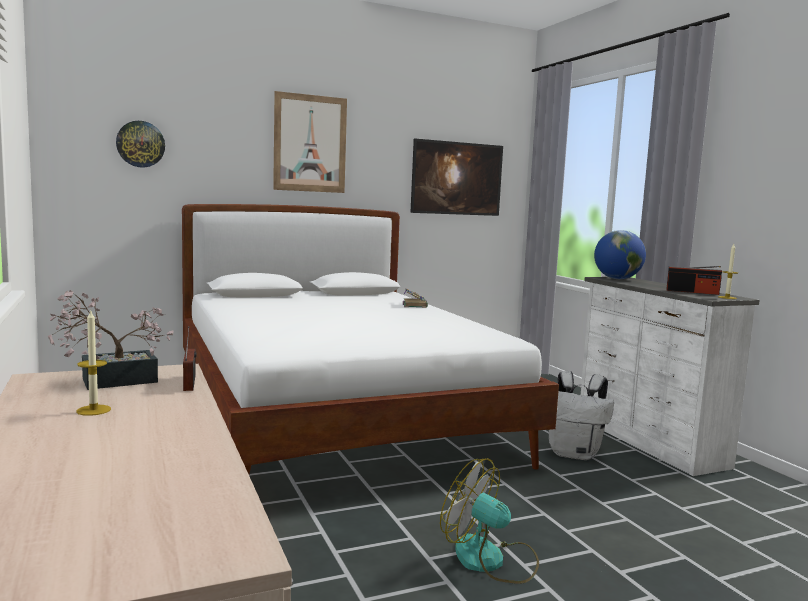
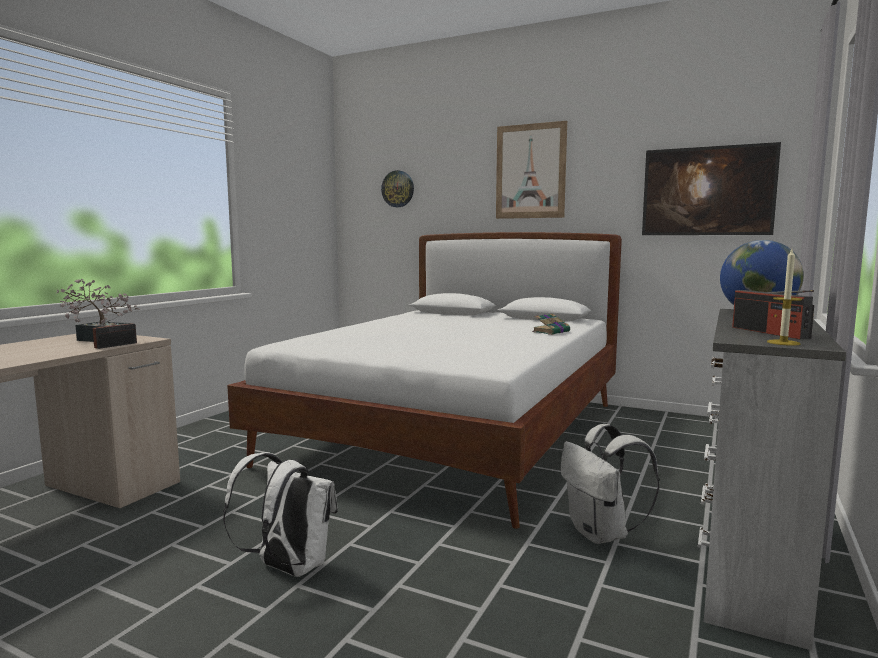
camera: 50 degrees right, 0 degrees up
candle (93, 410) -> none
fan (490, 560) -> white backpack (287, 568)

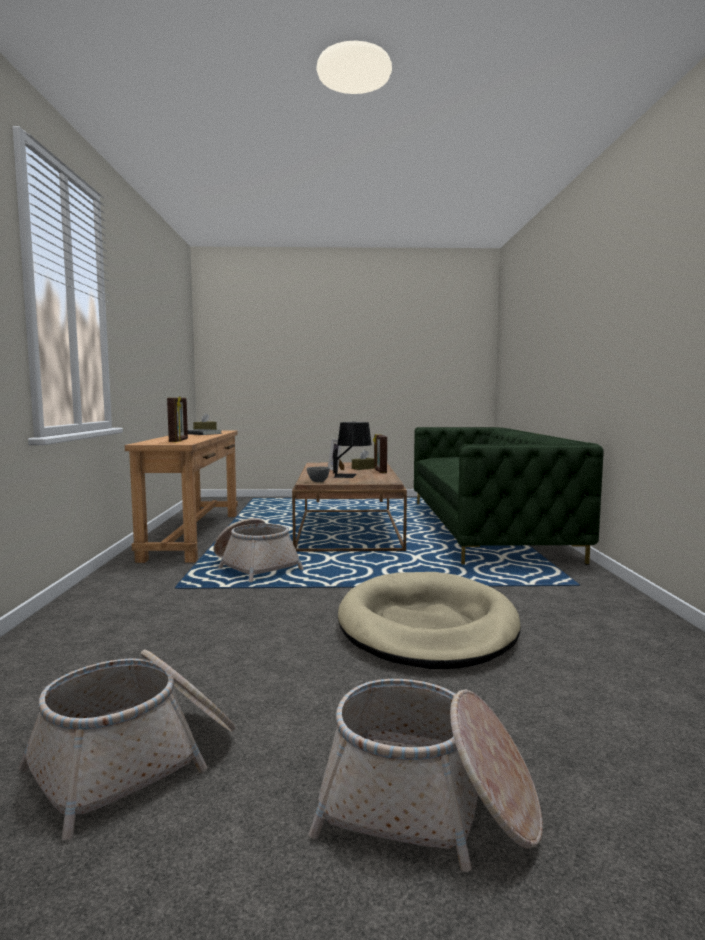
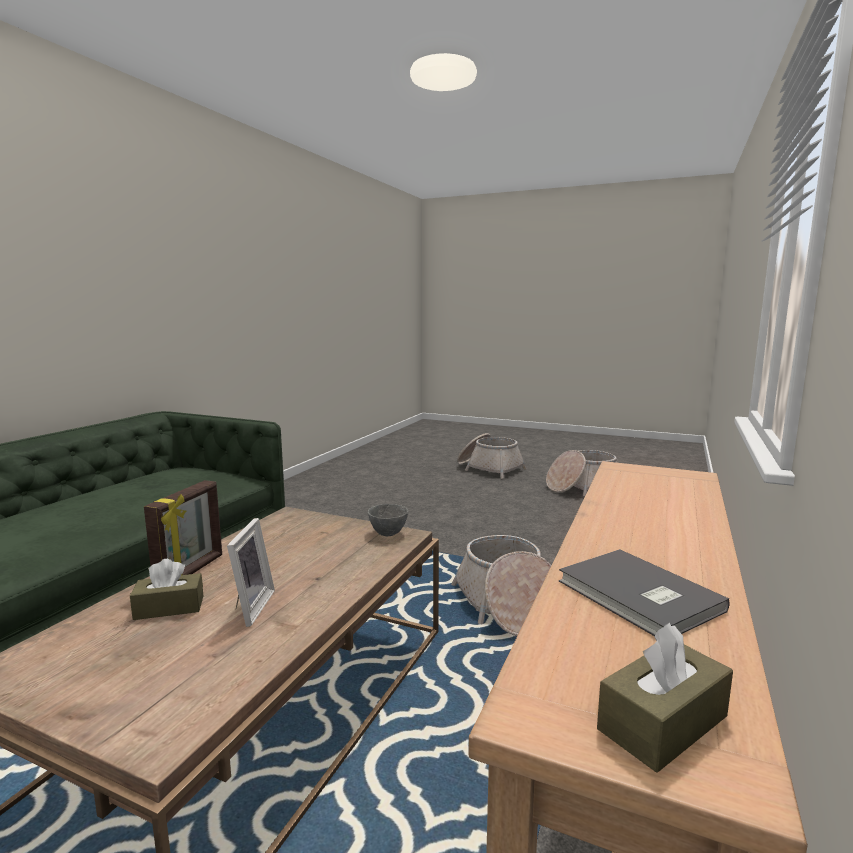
camera: 155 degrees left, 5 degrees up
picture frame (179, 441) -> none
black table lamp (352, 475) -> none
beige dog bed (427, 627) -> none

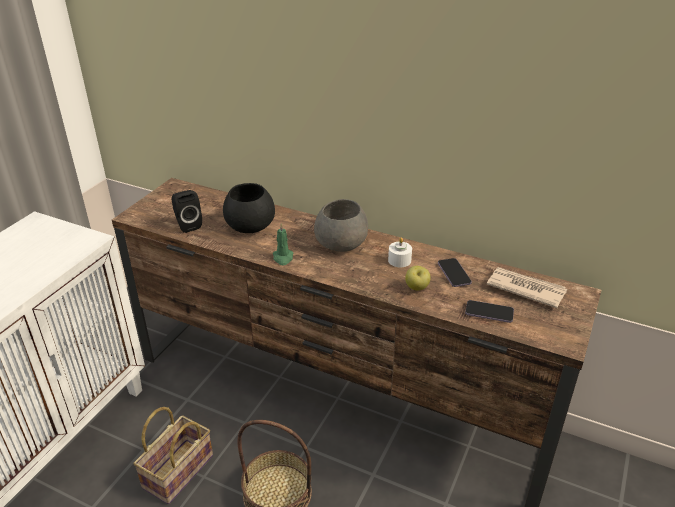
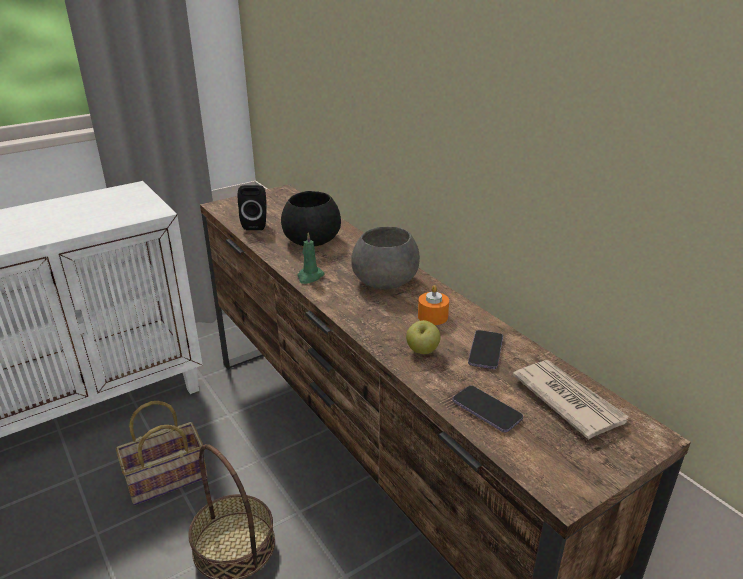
camera: 30 degrees right, 5 degrees down
white candle (399, 260) -> orange candle (432, 316)

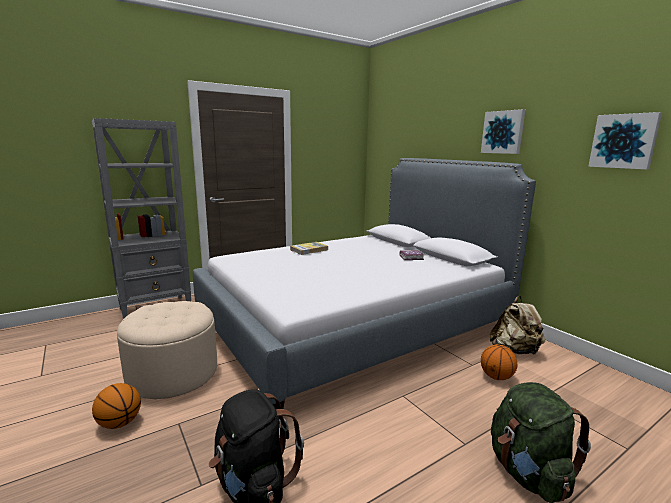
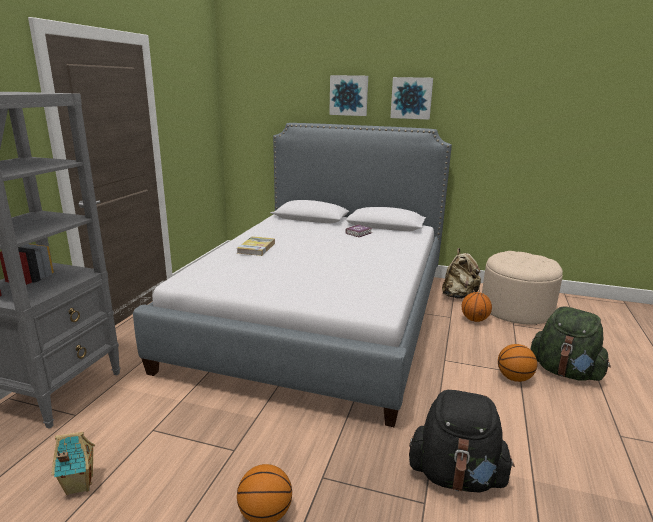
camera: 40 degrees left, 5 degrees up
none -> toy house (78, 485)
none -> basketball (514, 378)
beige ottoman (173, 374) -> beige ottoman (516, 309), move
picture (624, 141) -> picture (349, 95), move

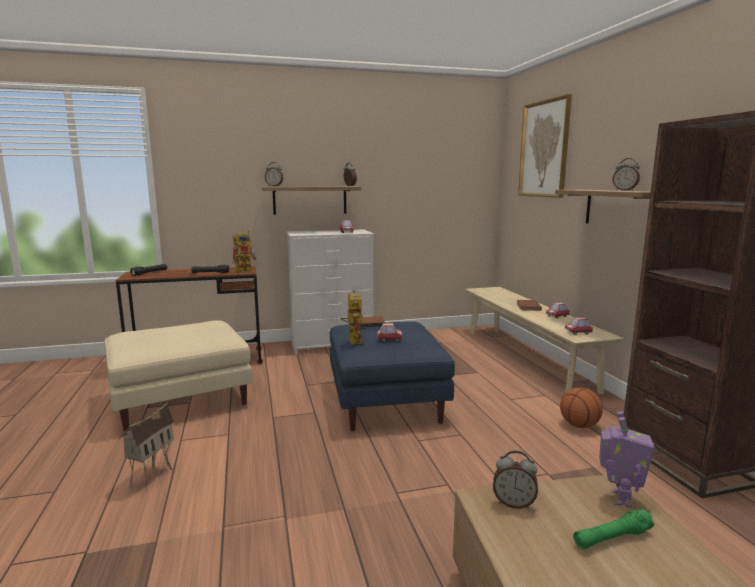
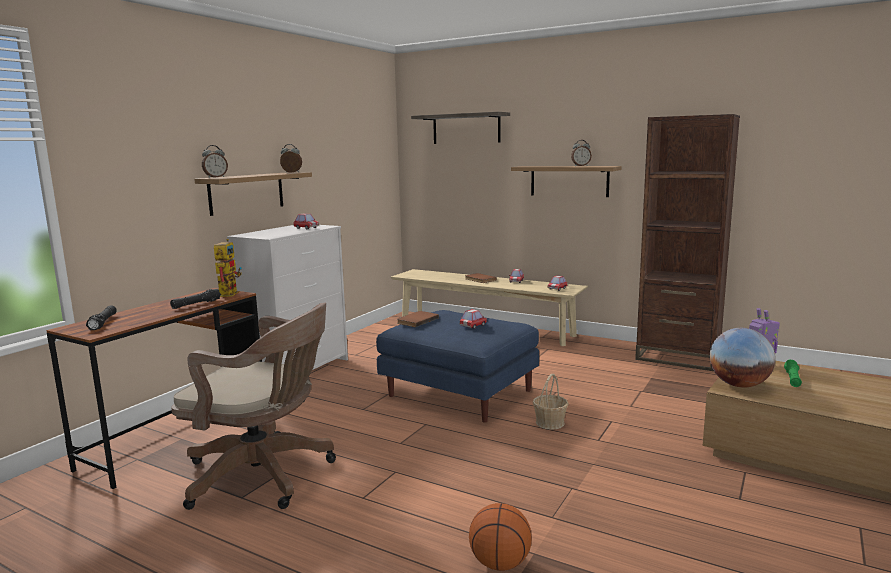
camera: 45 degrees left, 0 degrees up
toy house (151, 476) -> none
toy robot (353, 340) -> none
none -> basket (550, 423)
basketball (579, 425) -> basketball (500, 563), move
beige ottoman (179, 401) -> brown office chair (265, 475)
alarm clock (513, 503) -> globe (739, 385)
picture (544, 149) -> shelf (466, 128)

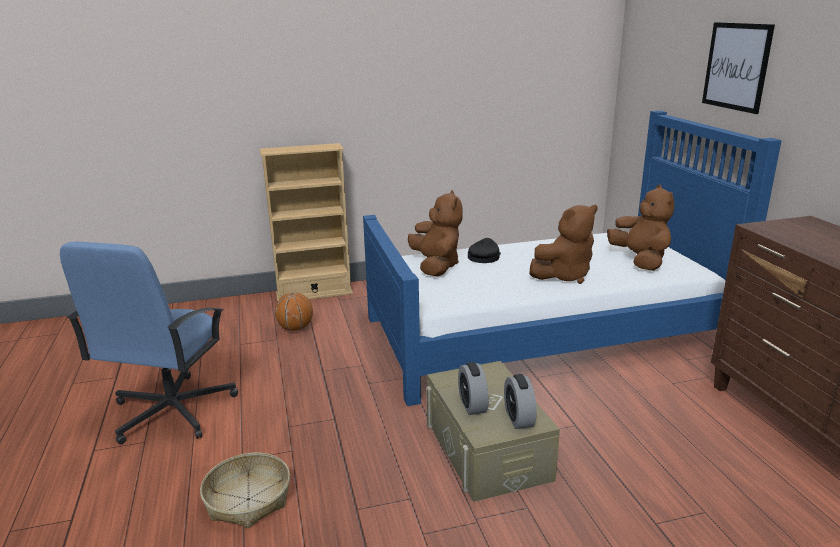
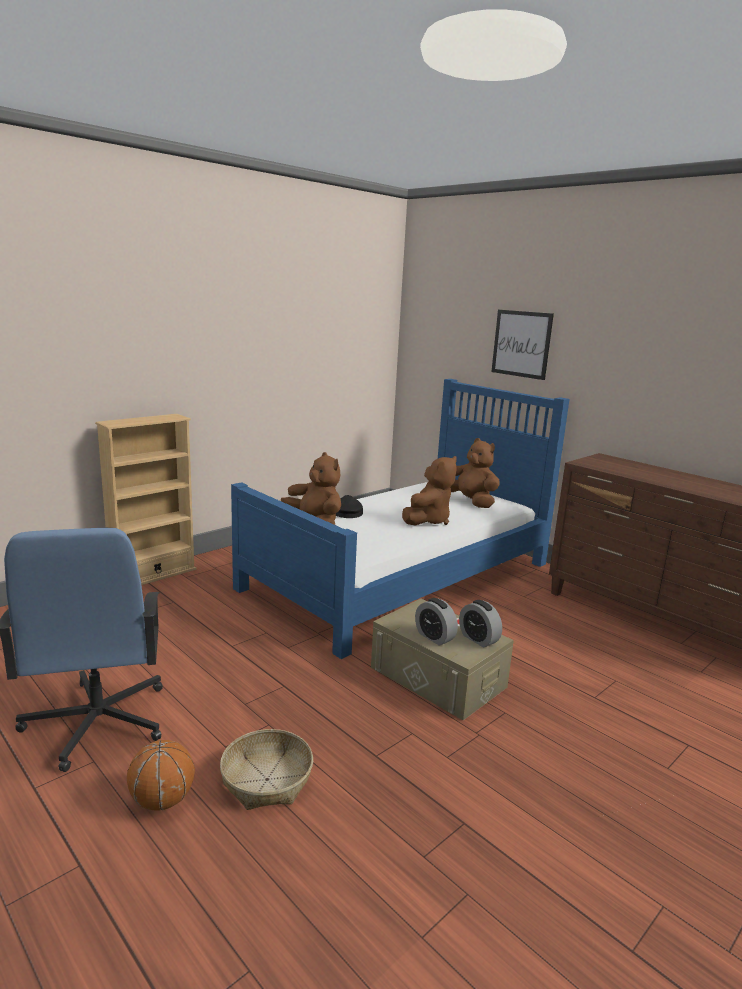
camera: 30 degrees left, 5 degrees down
basketball (295, 328) -> basketball (162, 800), move

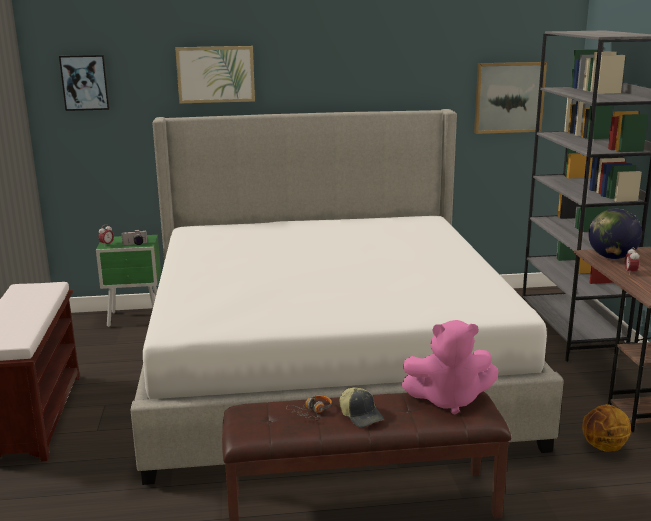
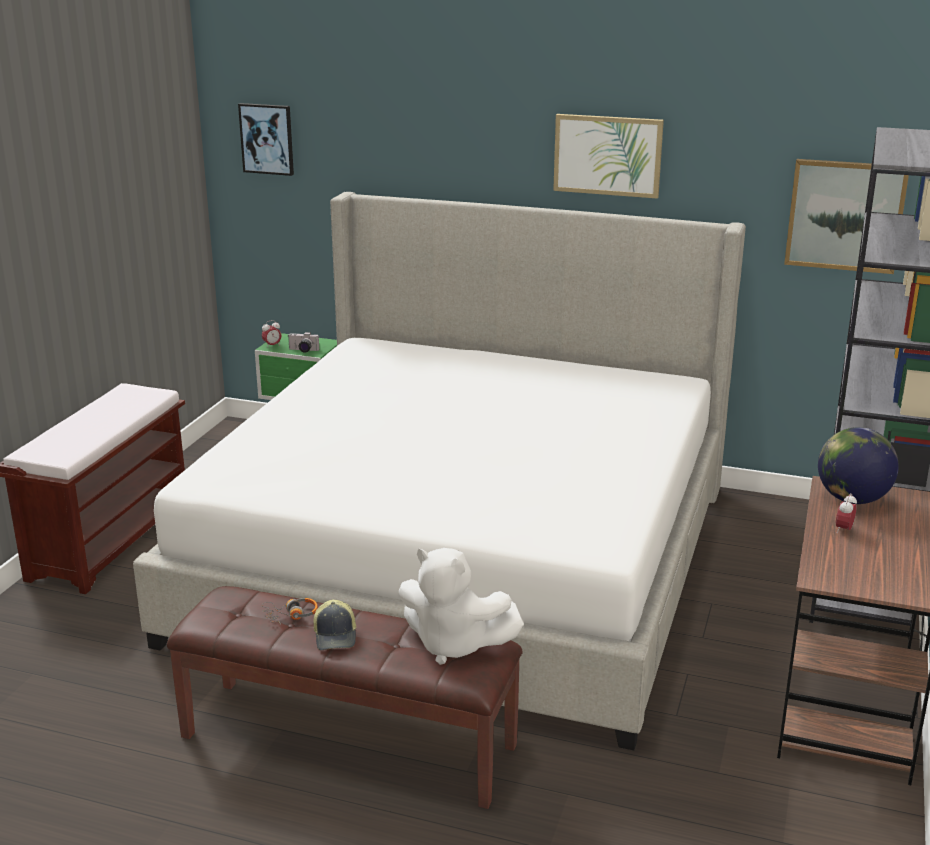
camera: 25 degrees right, 5 degrees up
basketball (604, 447) -> none
picture (215, 74) -> picture (607, 155), move
pink plush toy (448, 400) -> white plush toy (454, 644)

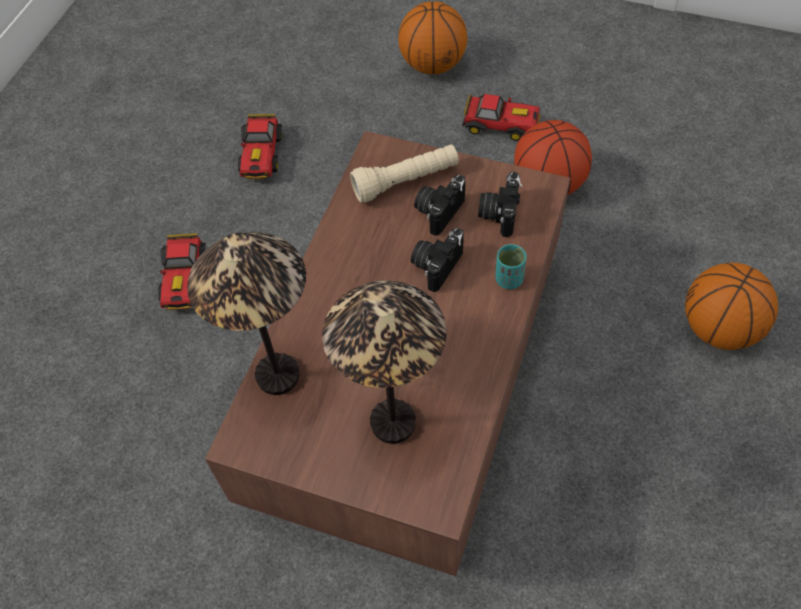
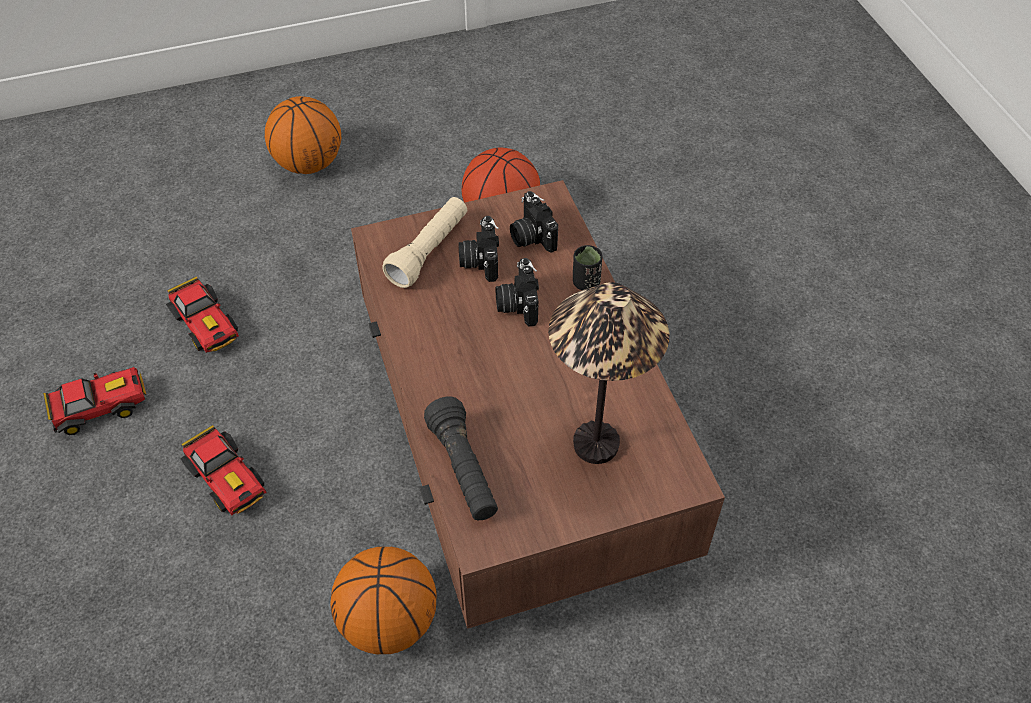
camera: 40 degrees left, 5 degrees down
toy car (501, 125) -> toy car (101, 407), move
basketball (718, 328) -> basketball (388, 621), move
table lamp (277, 376) -> black flashlight (464, 469)
turquoise cup (509, 279) -> black cup (586, 282)

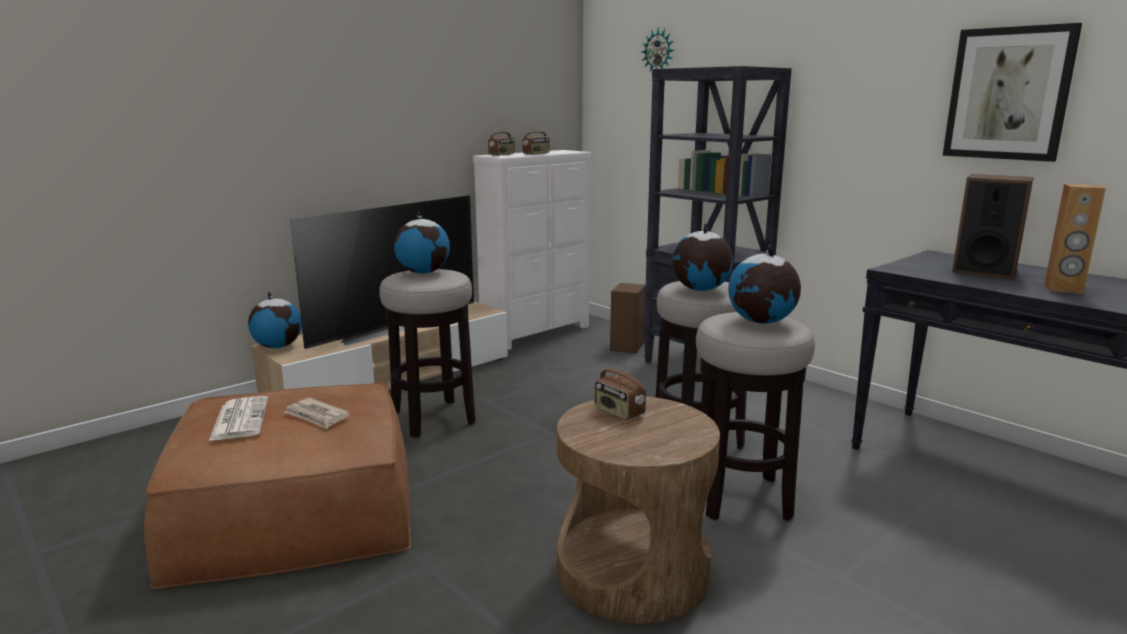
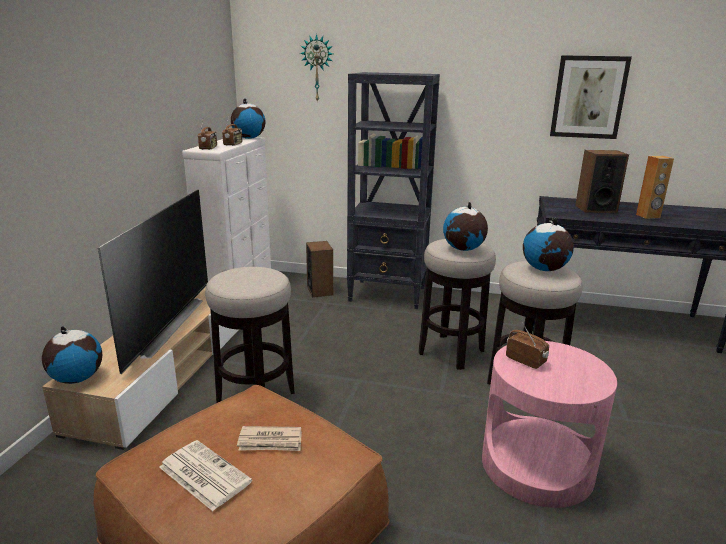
camera: 35 degrees left, 5 degrees up
globe (423, 272) -> globe (249, 138), move
brown side table (632, 571) -> pink side table (536, 466)
radio (618, 412) -> radio (525, 360), 150 degrees counterclockwise

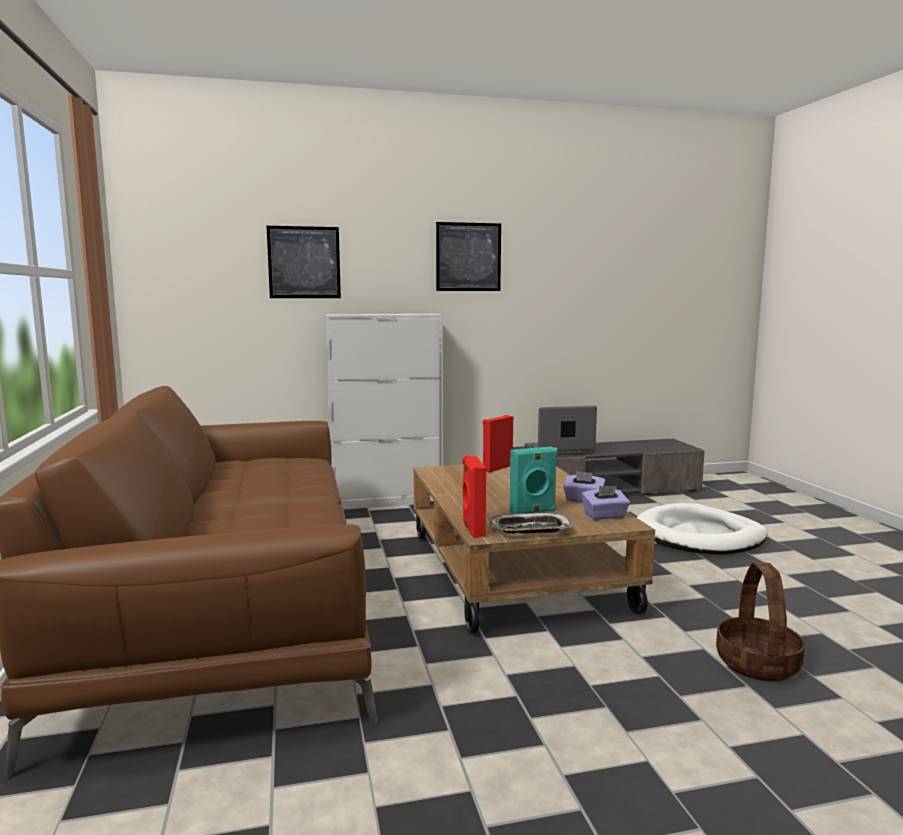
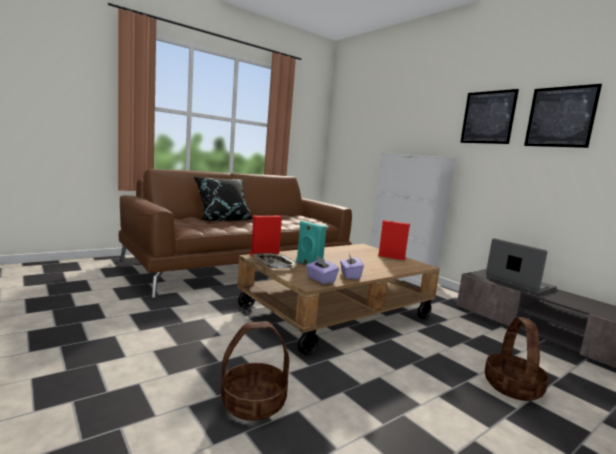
camera: 65 degrees right, 0 degrees up
none -> black pillow (223, 219)
picture (304, 262) -> picture (560, 117), move
white dog bed (700, 536) -> basket (513, 387)

